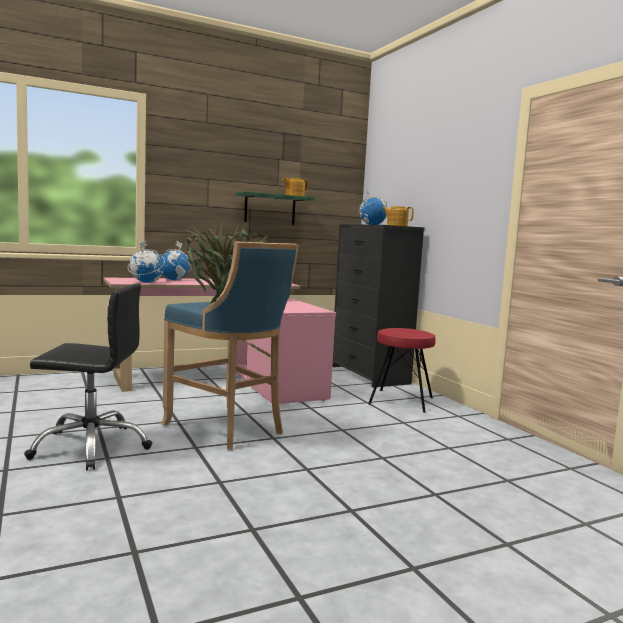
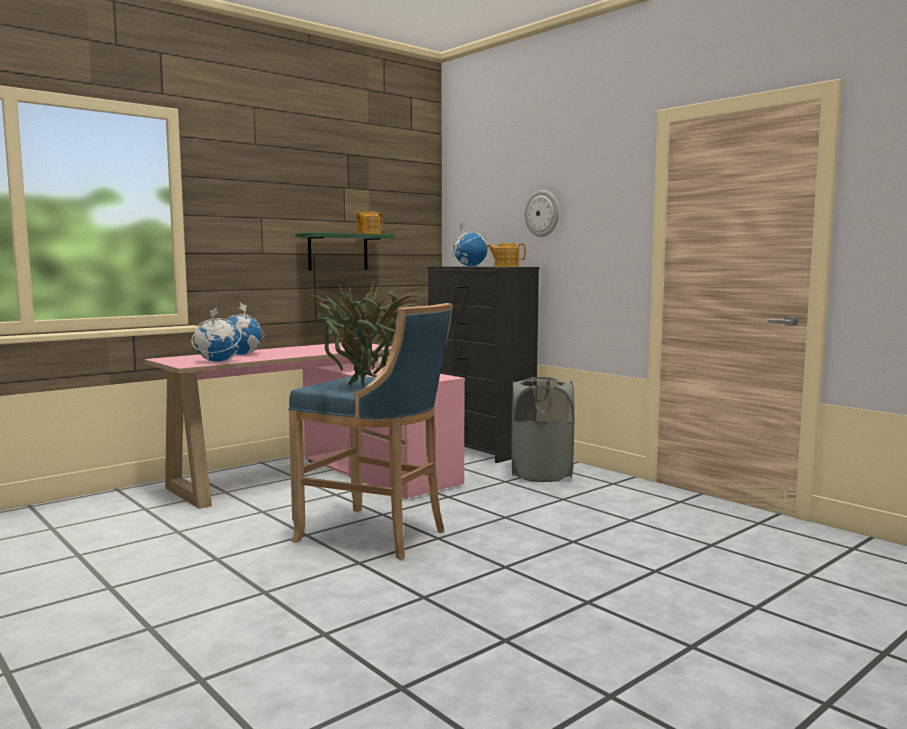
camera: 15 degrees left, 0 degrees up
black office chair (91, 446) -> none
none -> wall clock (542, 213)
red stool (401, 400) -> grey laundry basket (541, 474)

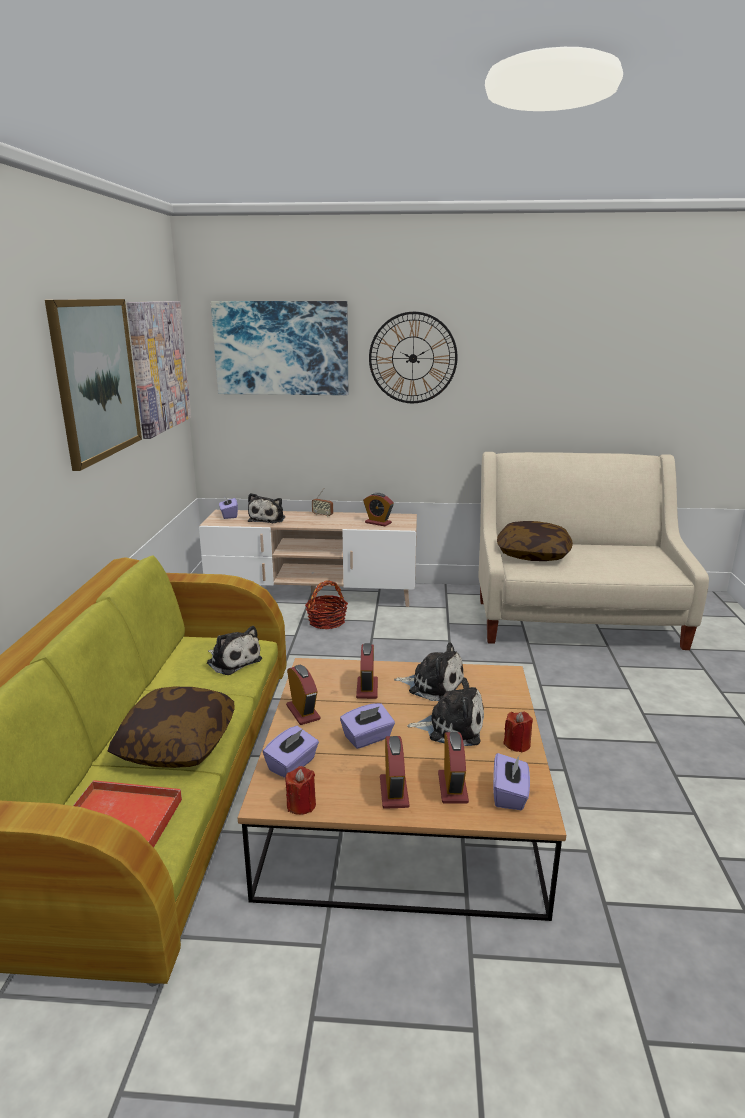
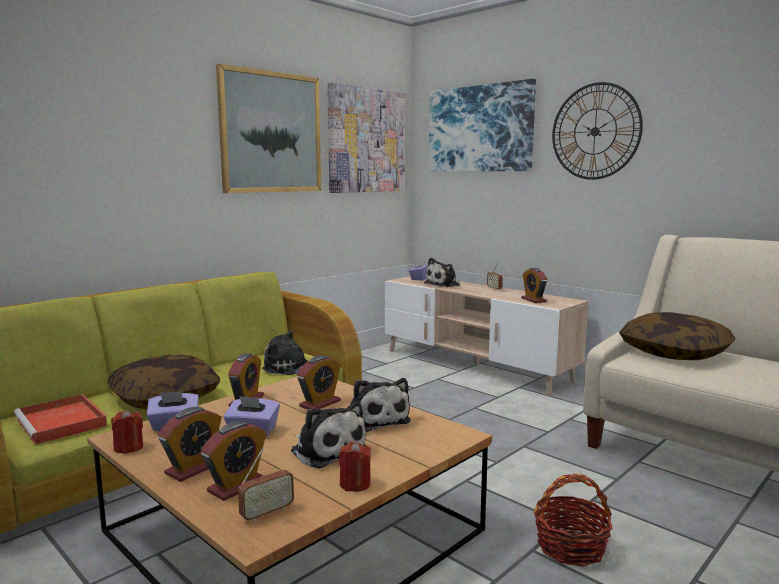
camera: 40 degrees right, 10 degrees down
basket (327, 621) -> basket (571, 547), move
purple tissue box (509, 795) -> radio (267, 513)
plush toy (233, 661) -> plush toy (289, 368), 120 degrees clockwise

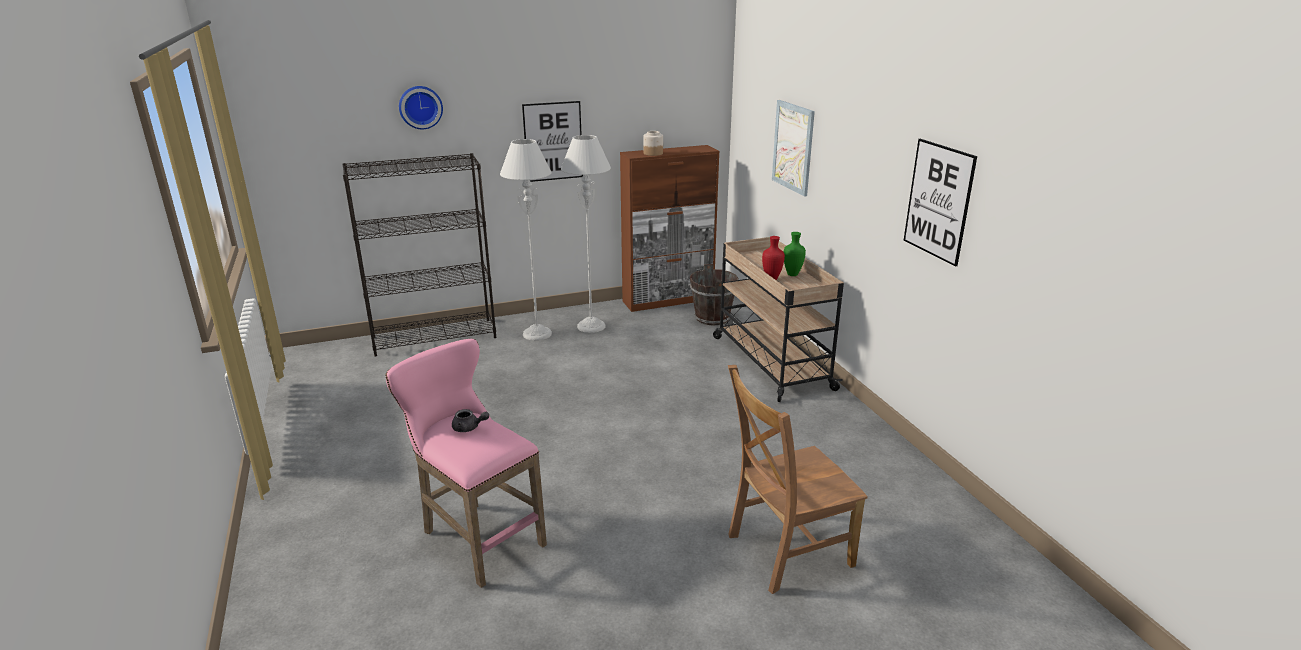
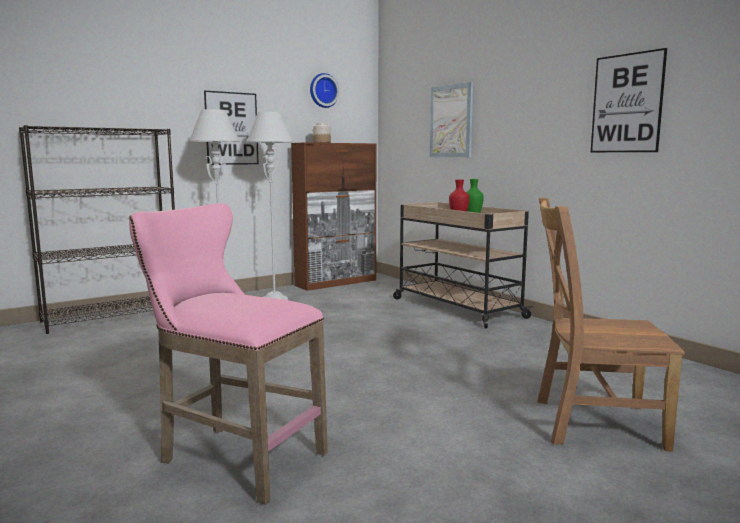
camera: 15 degrees left, 15 degrees down
grey teapot (469, 428) -> none
brown bucket (712, 318) -> none
wall clock (420, 107) -> wall clock (323, 90), move
brown chair (785, 551) -> brown chair (592, 423), 45 degrees clockwise

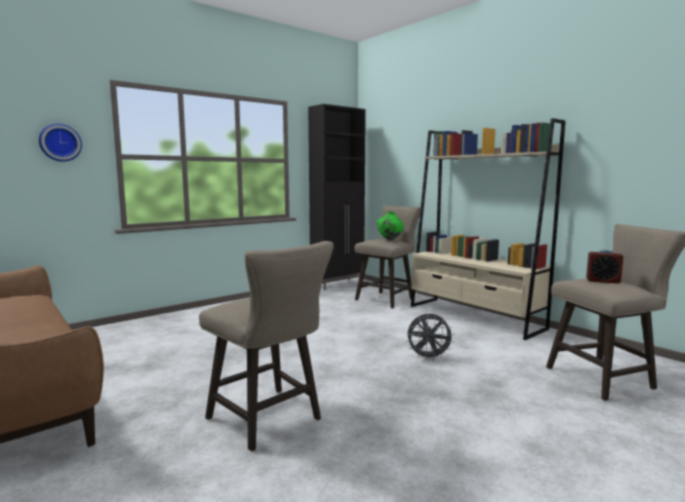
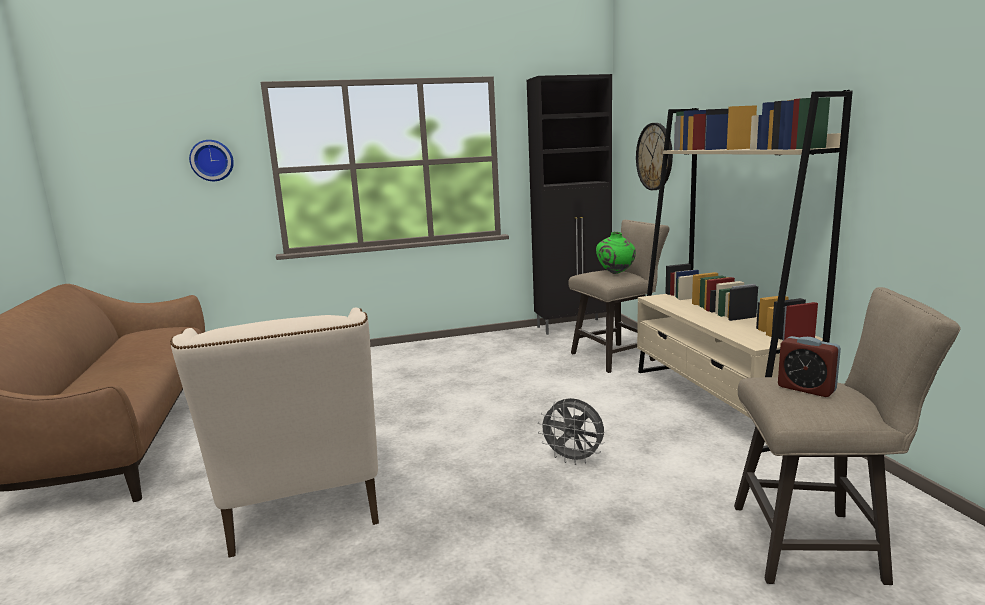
camera: 25 degrees right, 5 degrees up
none -> wall clock (655, 156)
beige stool (269, 421) -> beige armchair (304, 511)

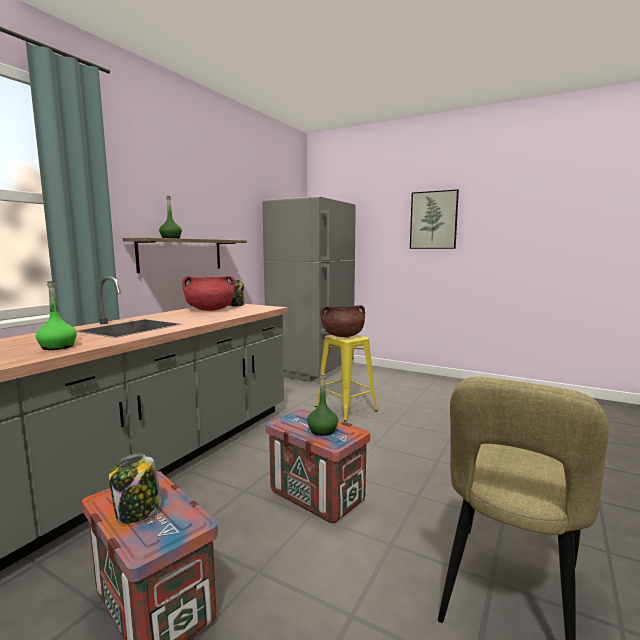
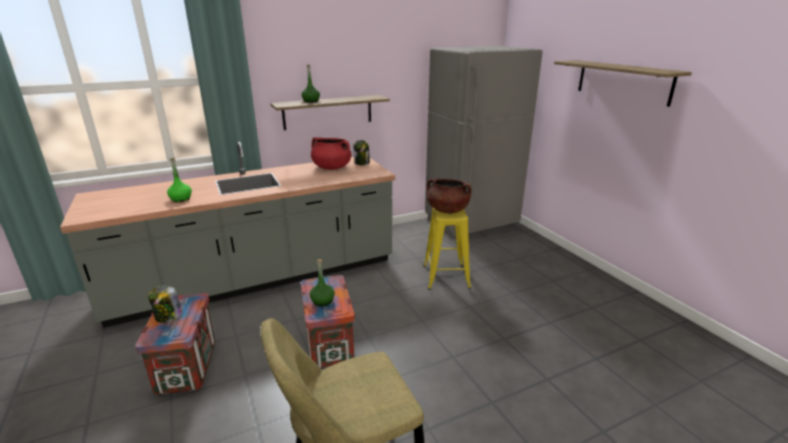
camera: 35 degrees right, 15 degrees up
picture (433, 220) -> shelf (623, 81)

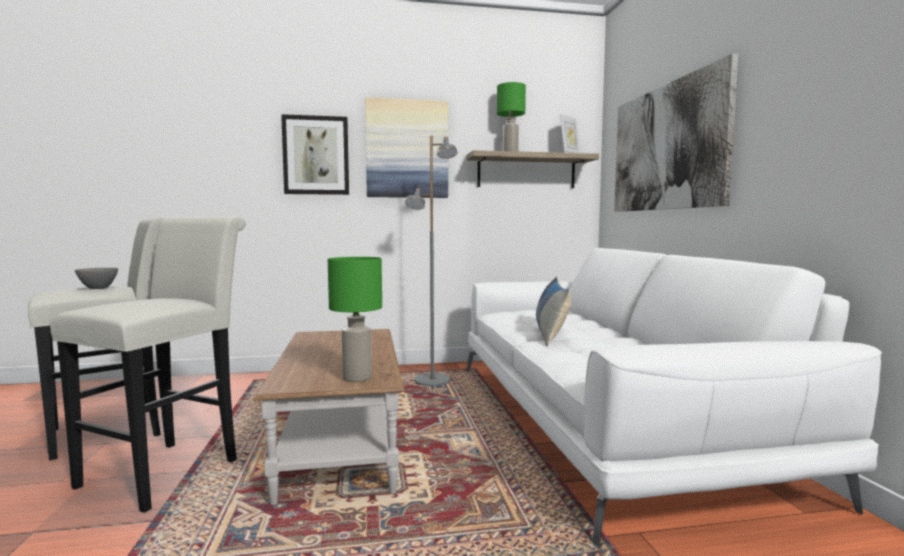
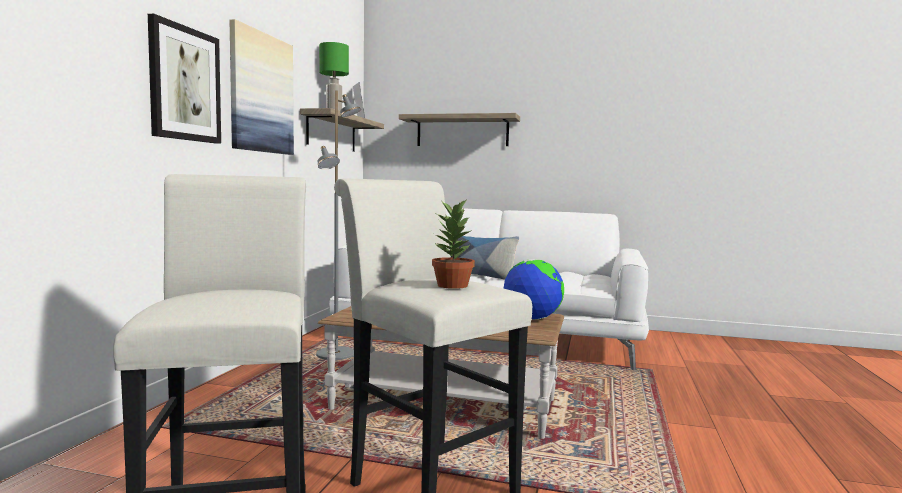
camera: 65 degrees left, 0 degrees up
grey bowl (98, 288) -> none
none -> potted plant (453, 286)
green table lamp (358, 378) -> globe (532, 319)
picture (666, 148) -> shelf (462, 131)

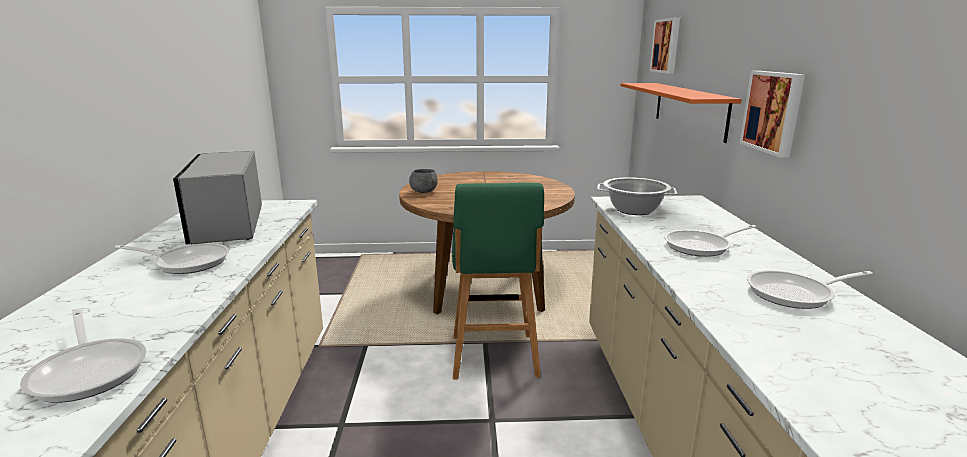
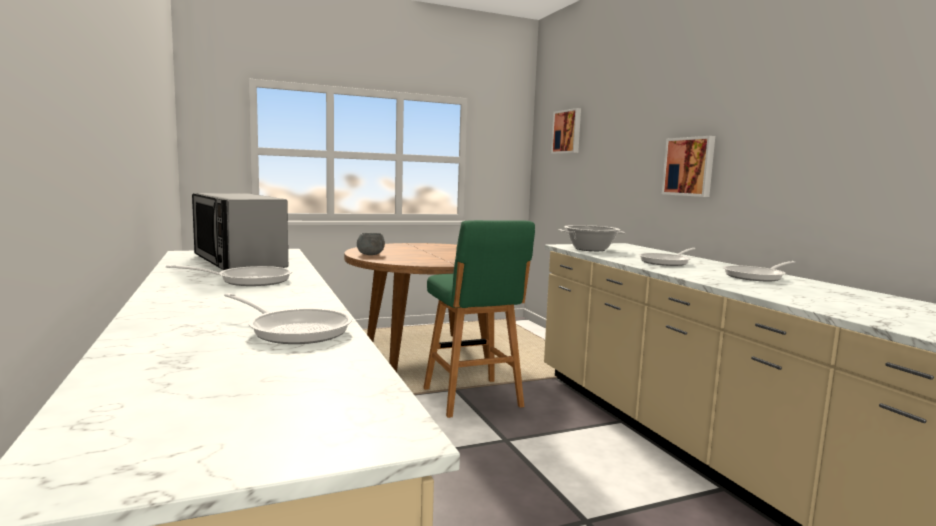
camera: 20 degrees left, 10 degrees down
orange shelf (689, 109) -> none

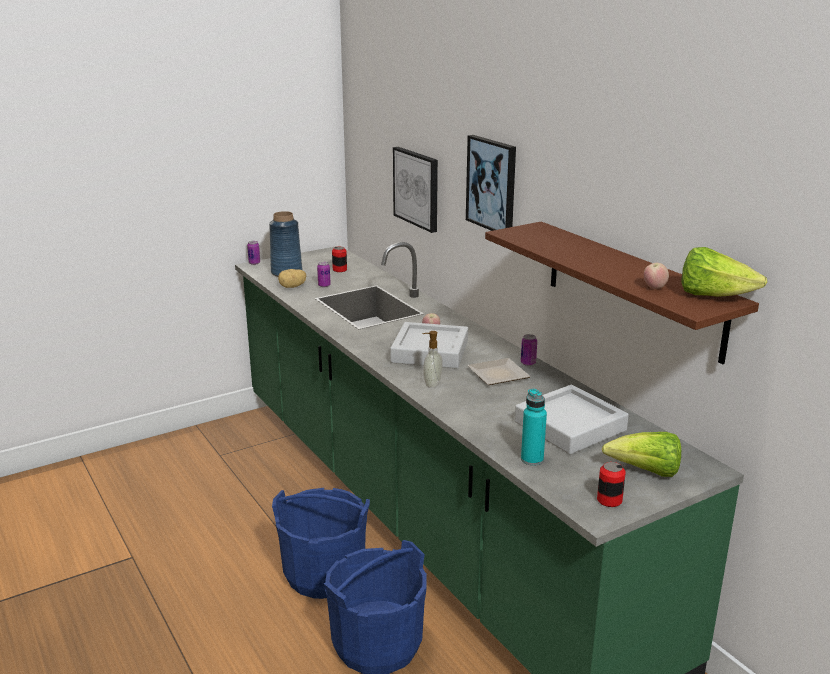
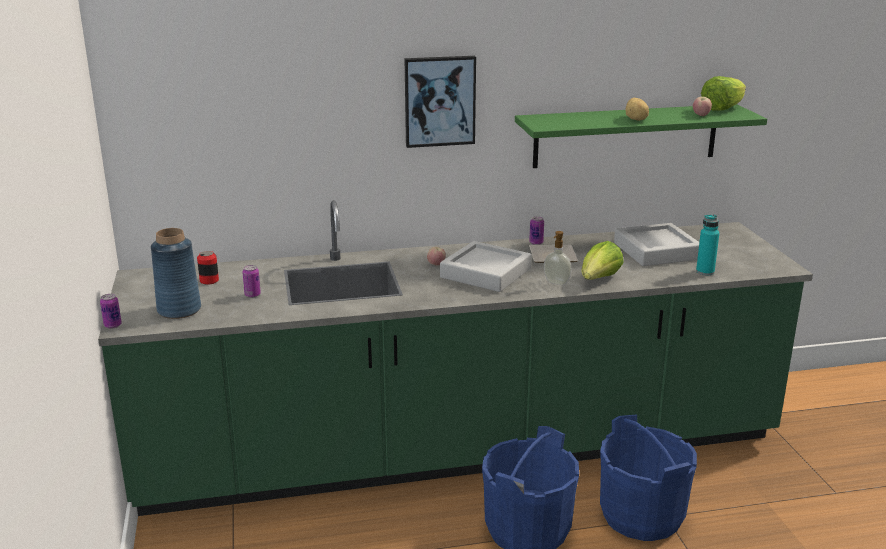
camera: 70 degrees left, 0 degrees up
picture (417, 188) -> none
can (609, 500) -> none
potato (292, 287) -> potato (636, 119), move
lettuce (645, 472) -> lettuce (599, 280), move
brown shelf (632, 289) -> green shelf (626, 136)

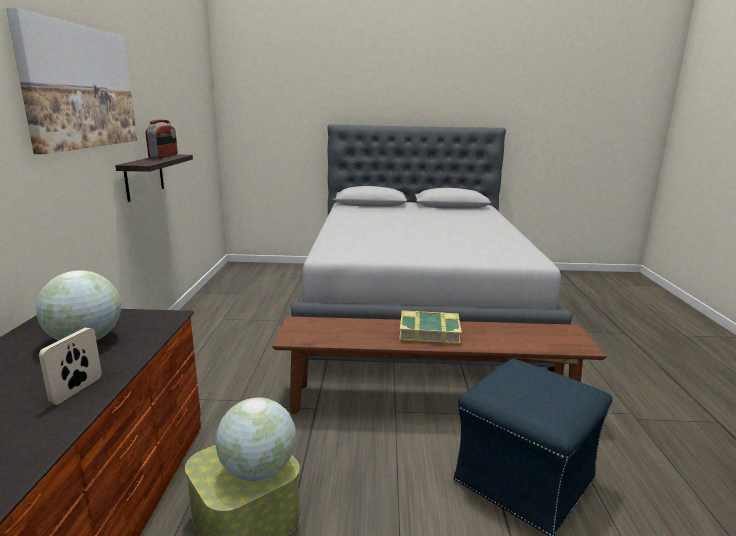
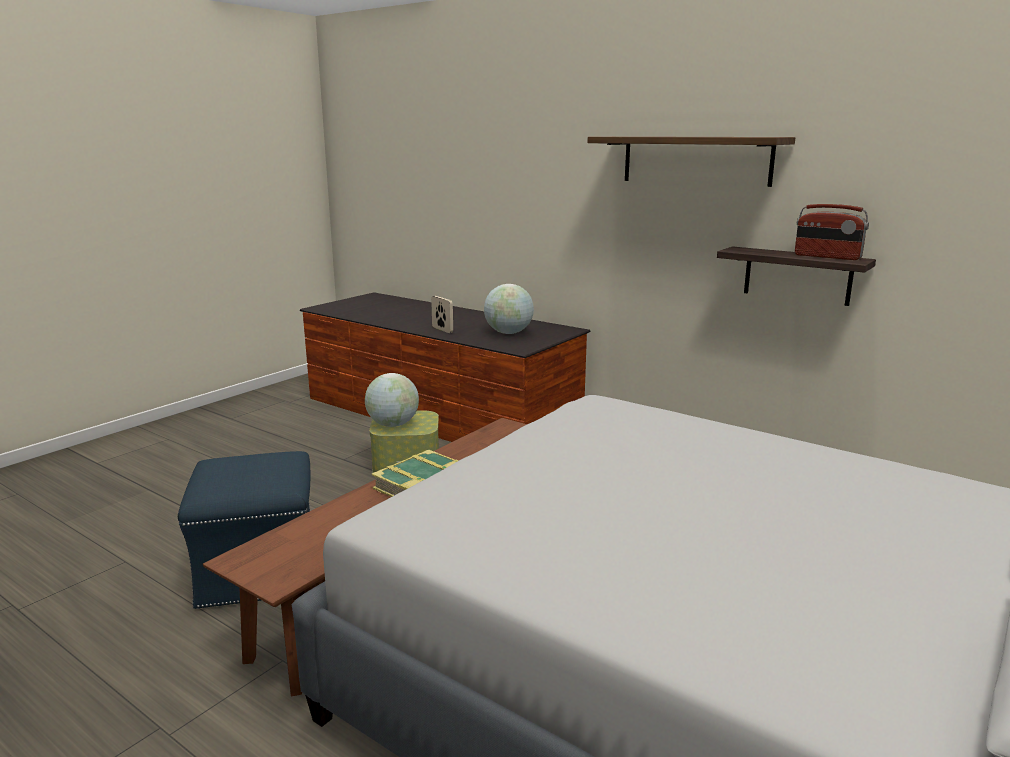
camera: 125 degrees right, 0 degrees up
picture (80, 87) -> shelf (696, 160)

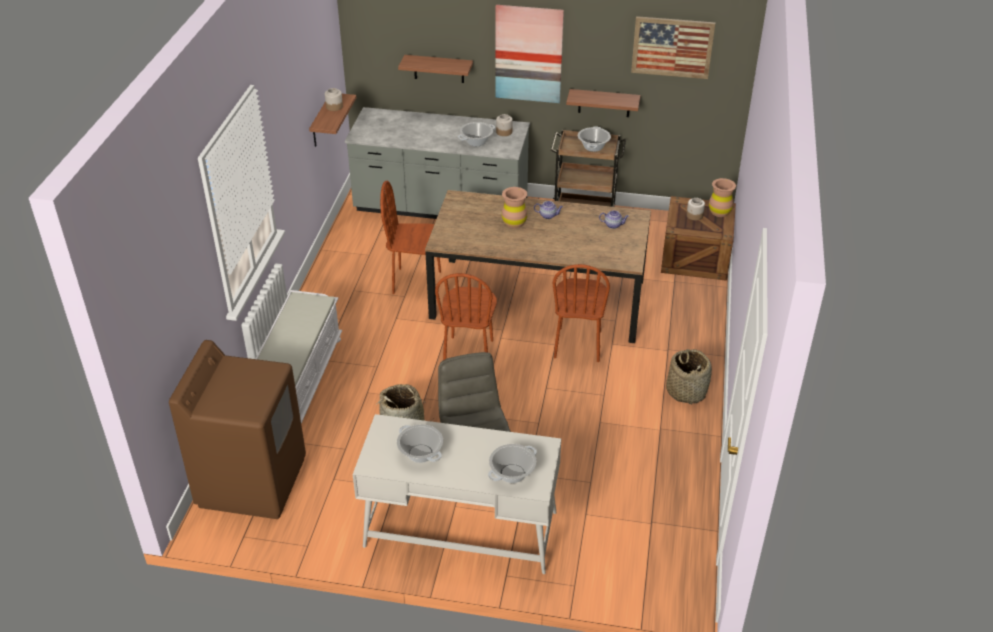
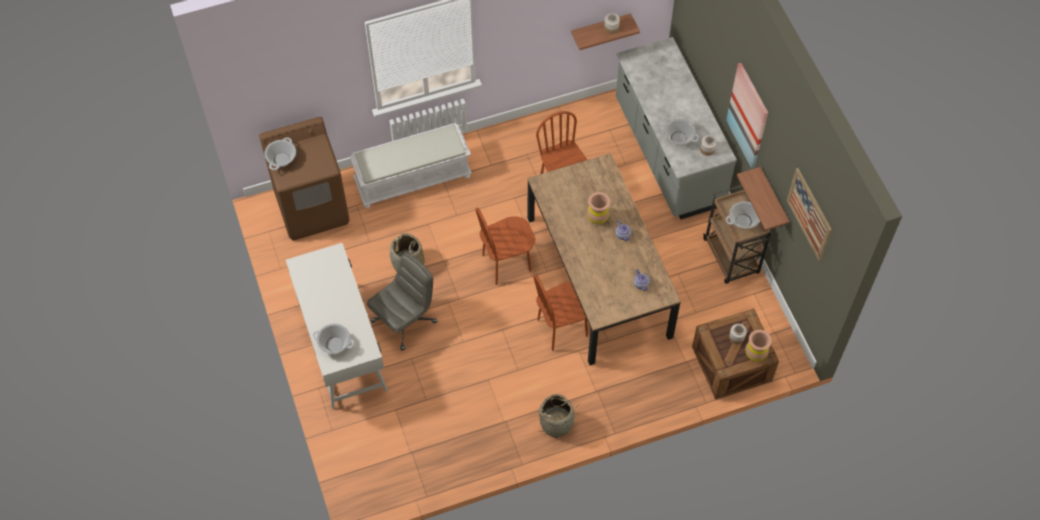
camera: 60 degrees right, 20 degrees up
shelf (439, 69) -> none
cooking pot (420, 453) -> cooking pot (282, 159), move

